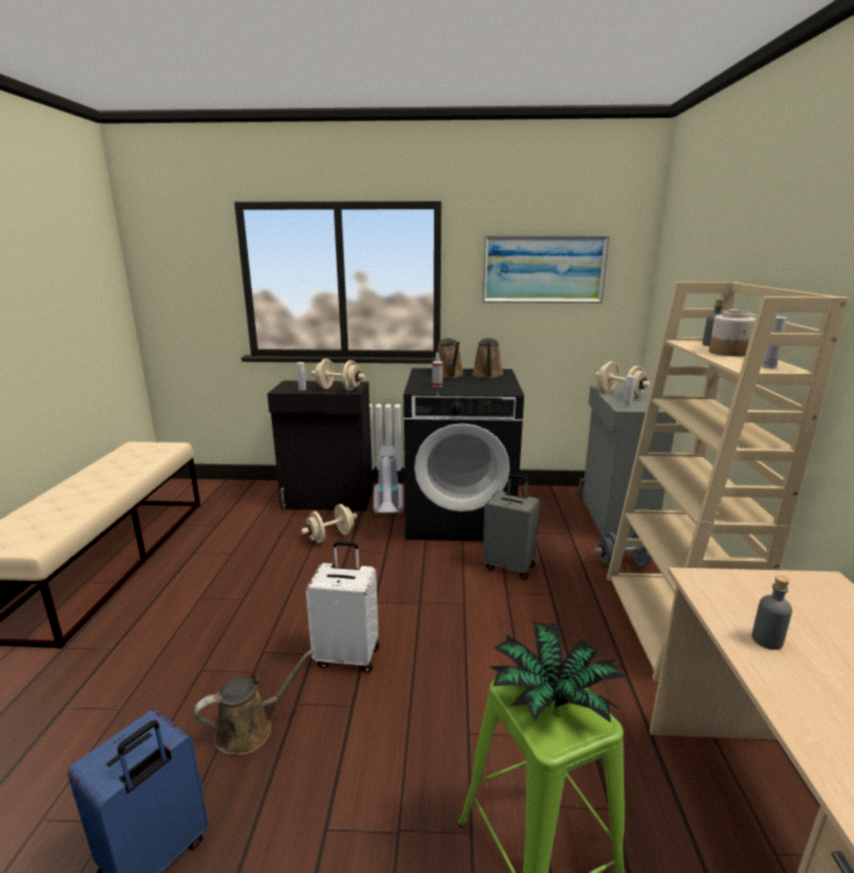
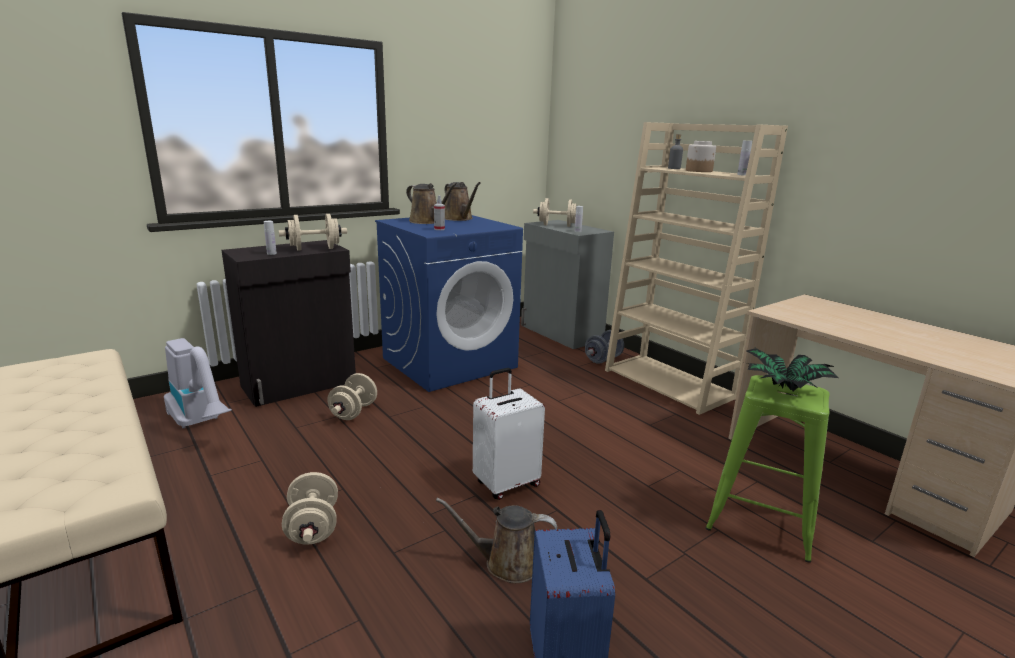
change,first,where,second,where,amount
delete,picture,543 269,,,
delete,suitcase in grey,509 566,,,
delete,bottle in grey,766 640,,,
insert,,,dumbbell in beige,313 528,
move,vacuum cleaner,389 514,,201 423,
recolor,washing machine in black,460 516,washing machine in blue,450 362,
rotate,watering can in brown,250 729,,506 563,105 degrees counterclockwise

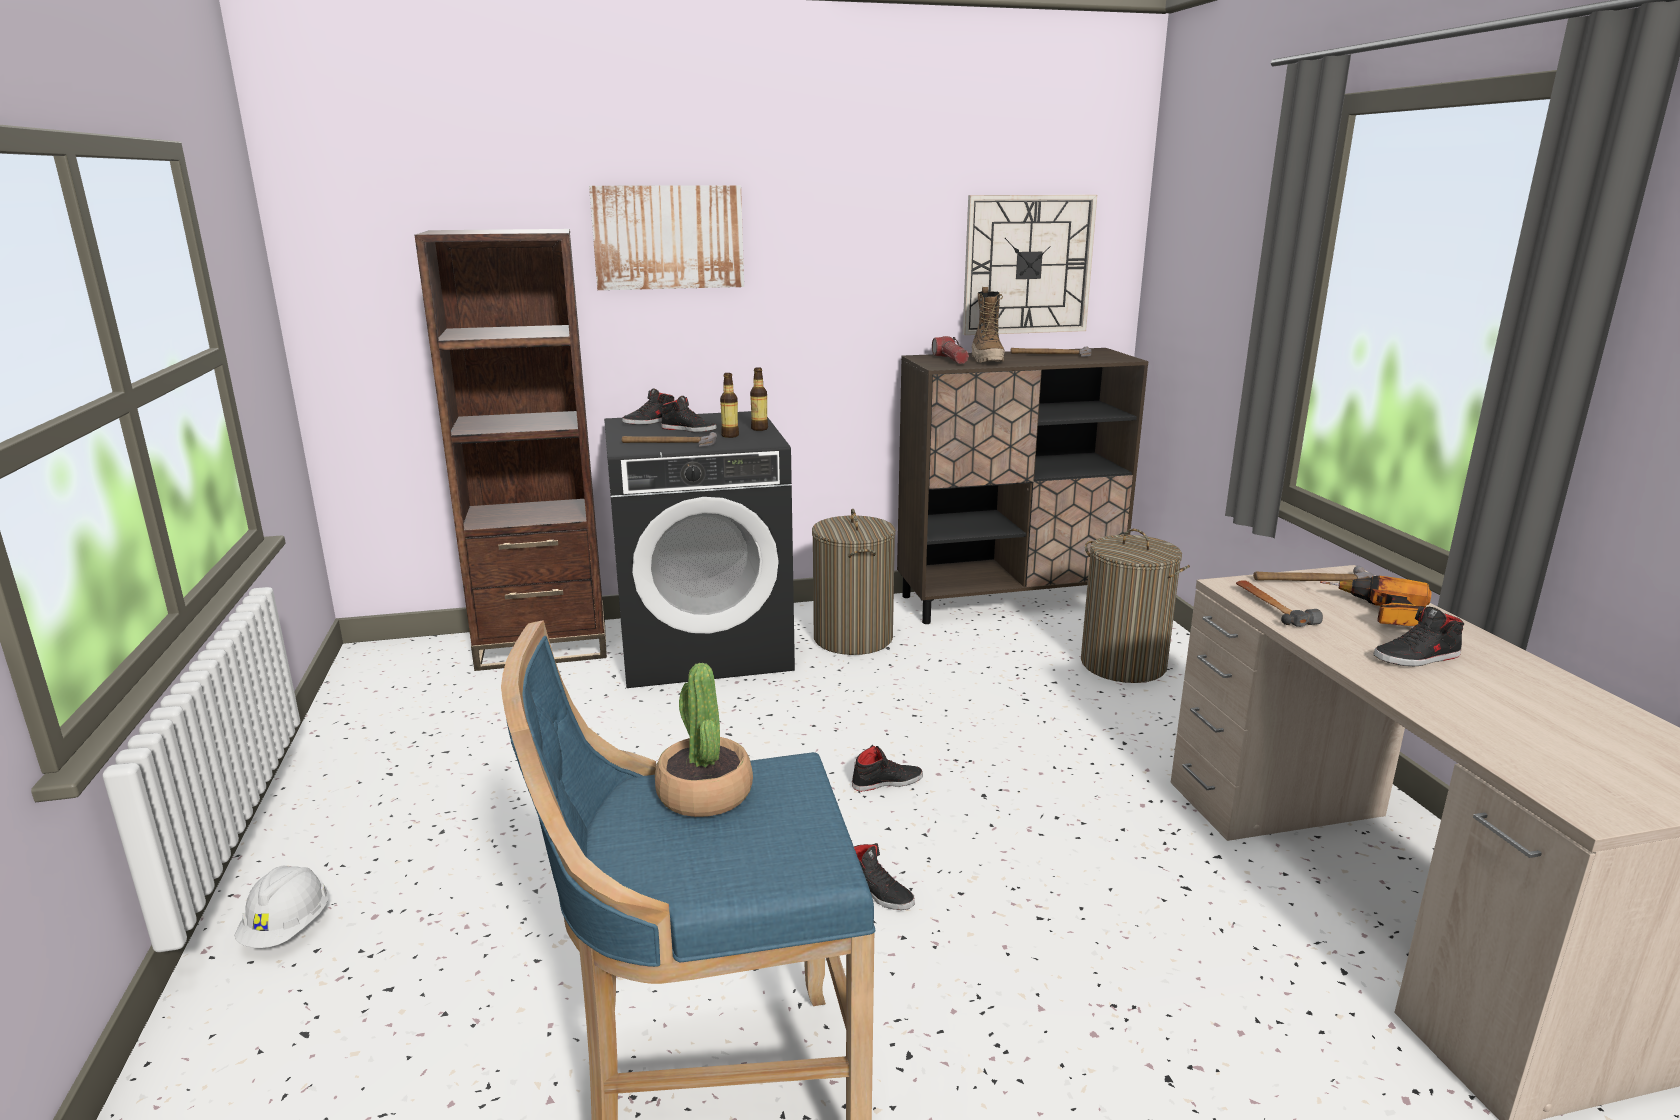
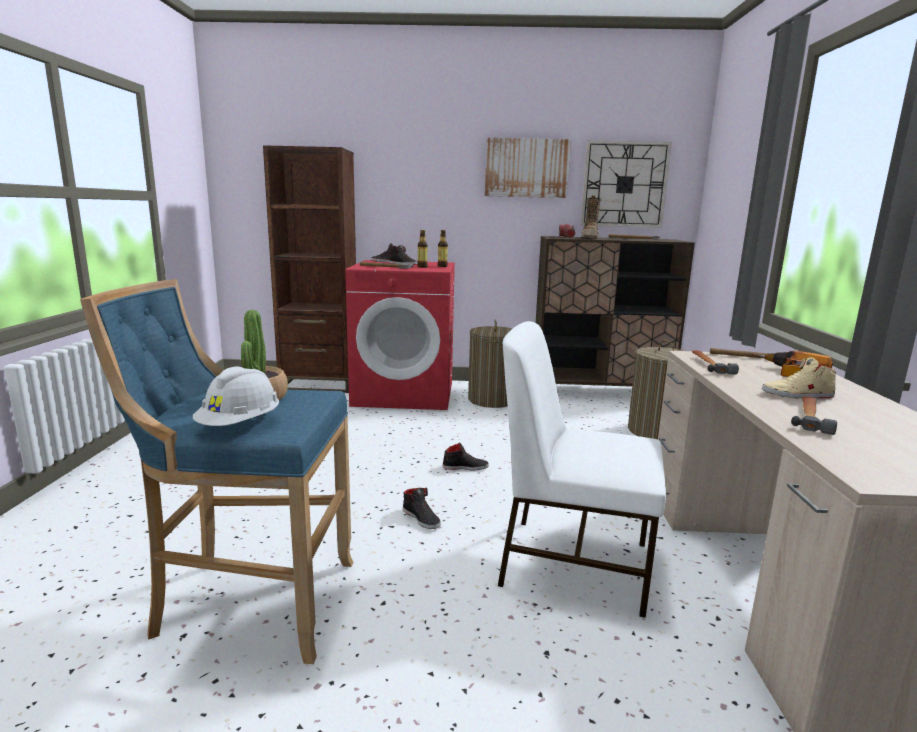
change,first,where,second,where,amount
insert,,,chair in white,572 562,
insert,,,hammer,811 417,
move,hard hat in white,288 929,,240 425,
move,picture,668 237,,526 168,
recolor,washing machine in black,705 646,washing machine in red,405 394,
recolor,shoe in black,1417 658,shoe in beige,797 395,

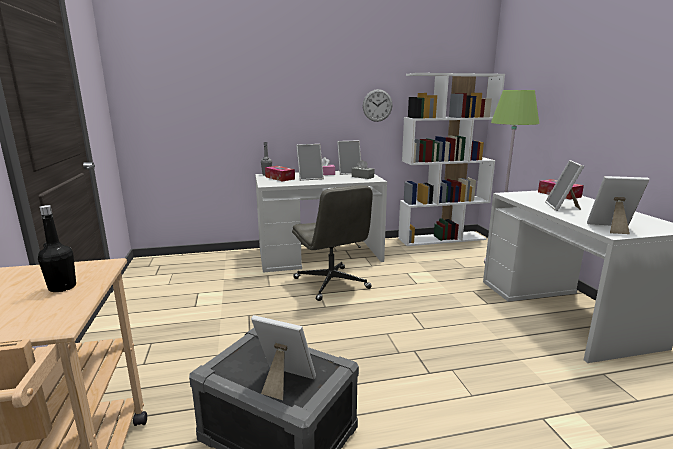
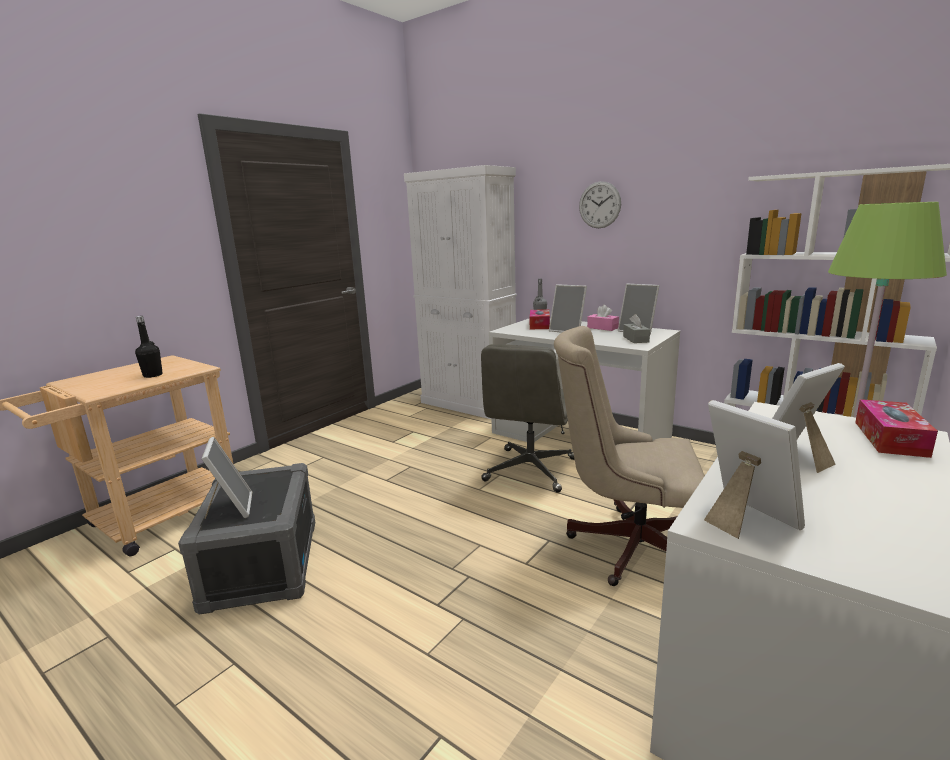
change,first,where,second,where,amount
insert,,,cabinet in white,469 404,
insert,,,office chair in beige,627 545,
move,wall clock,377 105,,599 205,

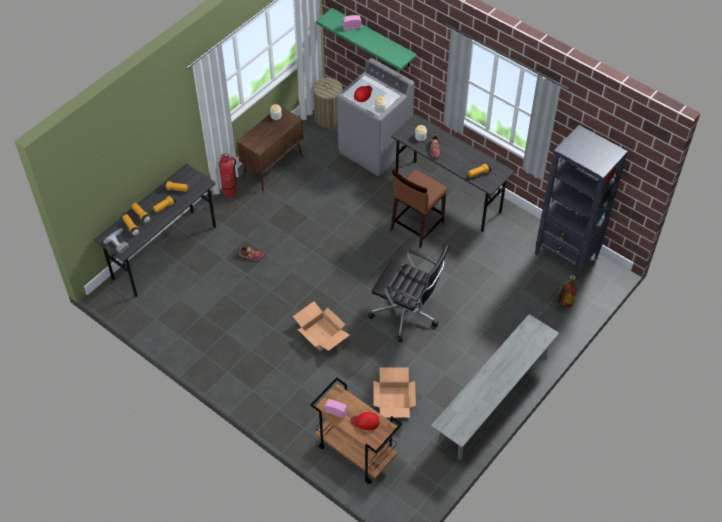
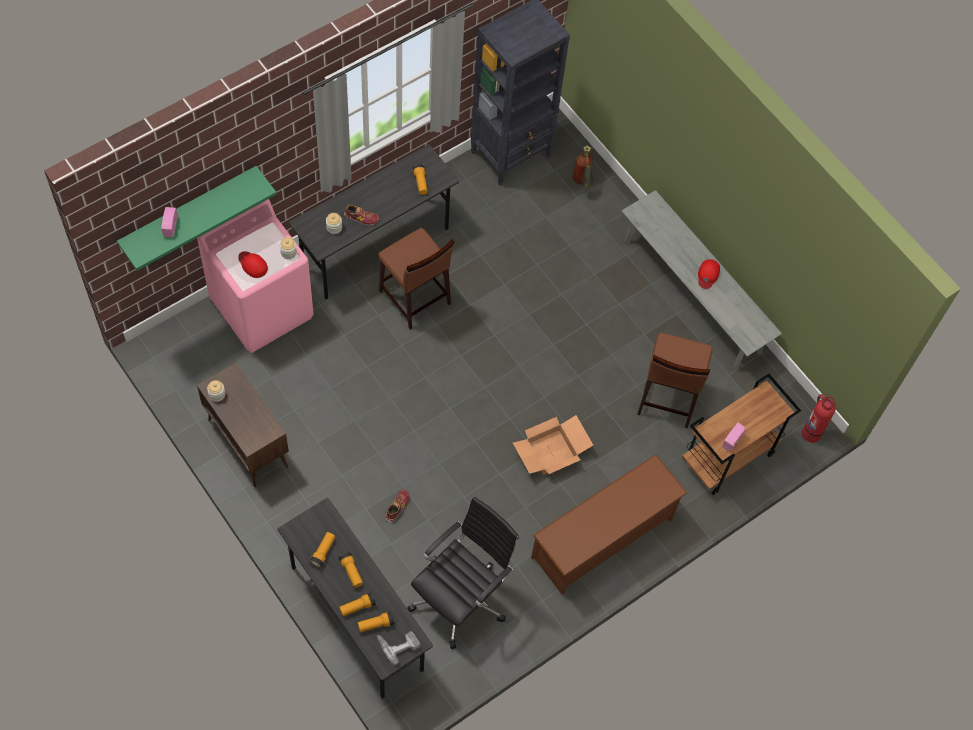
change,first,where,second,where,amount
delete,laundry basket,328 118,,,
insert,,,shoe rack in brown,602 538,
move,fire extinguisher,230 191,,811 432,
move,cap in red,365 422,,708 275,
move,office chair in black,406 314,,461 597,
replace,cardboard box,393 400,stool in brown,667 398,
recolor,washing machine in grey,375 149,washing machine in pink,262 308,

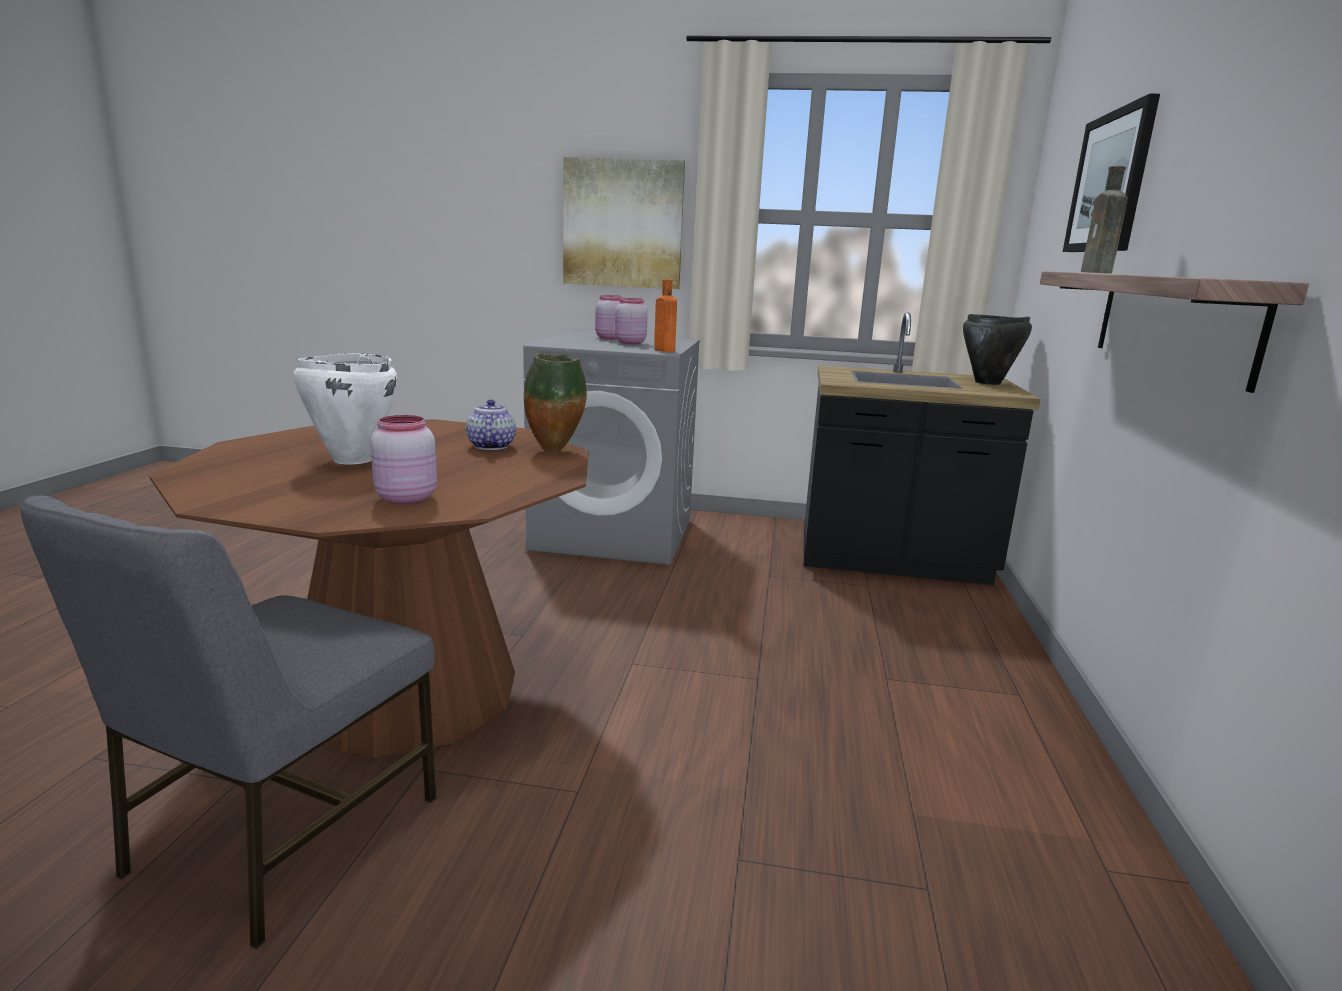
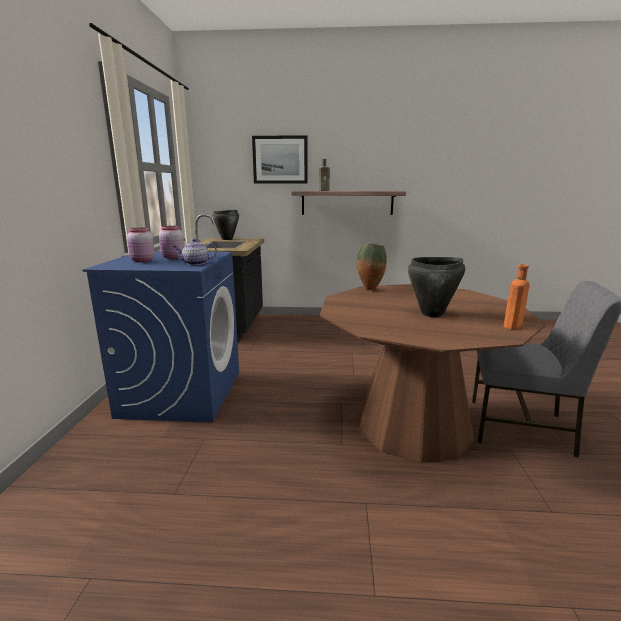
change,first,where,second,where,amount
delete,jar in pink,404 498,,,
delete,picture,623 224,,,
move,teapot,491 446,,195 263,
move,bottle in orange,663 350,,512 326,
recolor,cooking pot in white,352 459,cooking pot in black,432 314,
recolor,washing machine in grey,614 534,washing machine in blue,182 392,

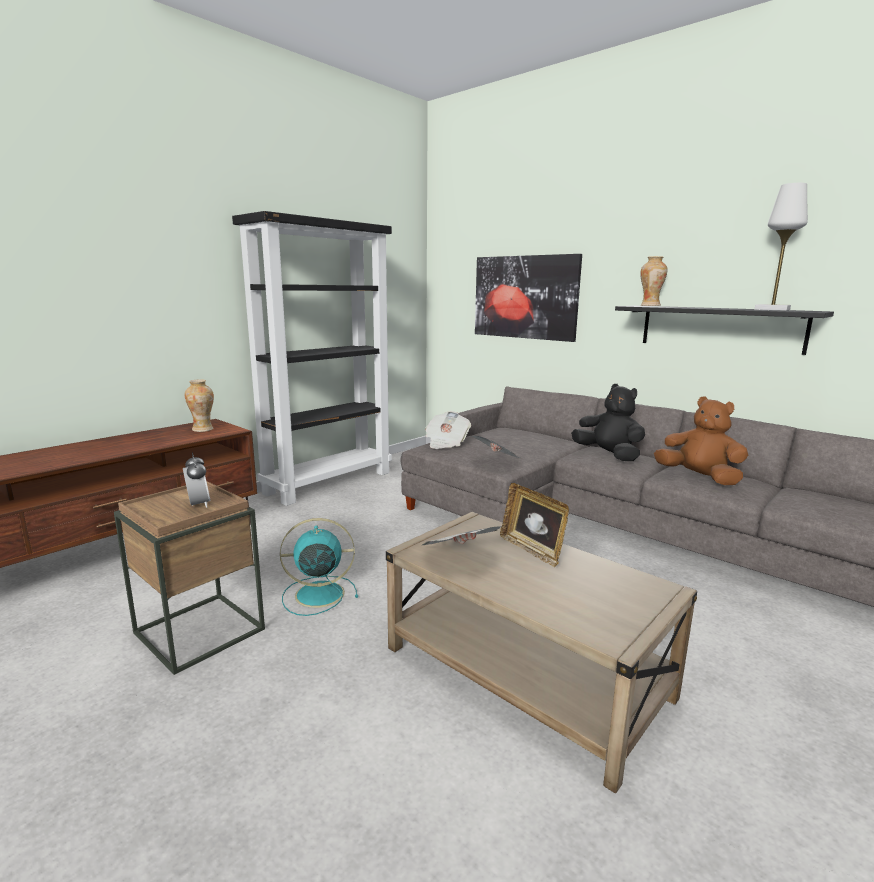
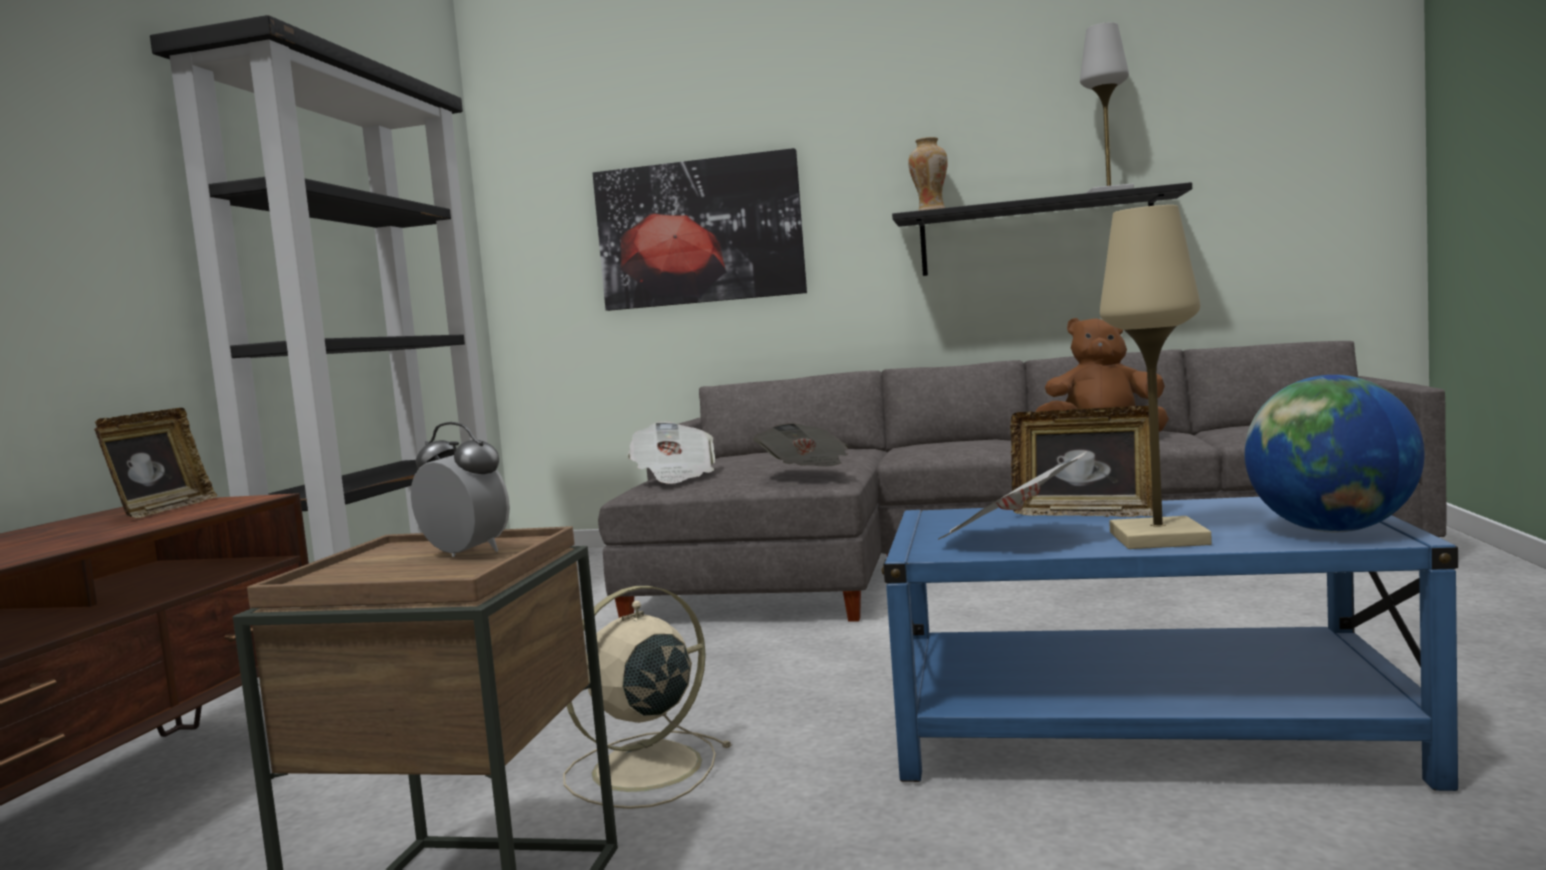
change,first,where,second,where,amount
delete,plush toy in black,608 455,,,
insert,,,table lamp in beige,1158 538,
insert,,,globe,1332 531,
replace,vase,203 429,picture frame,162 510,
recolor,fan in turquoise,317 594,fan in beige,642 769,
recolor,coffee table in beige,525 673,coffee table in blue,1141 731,

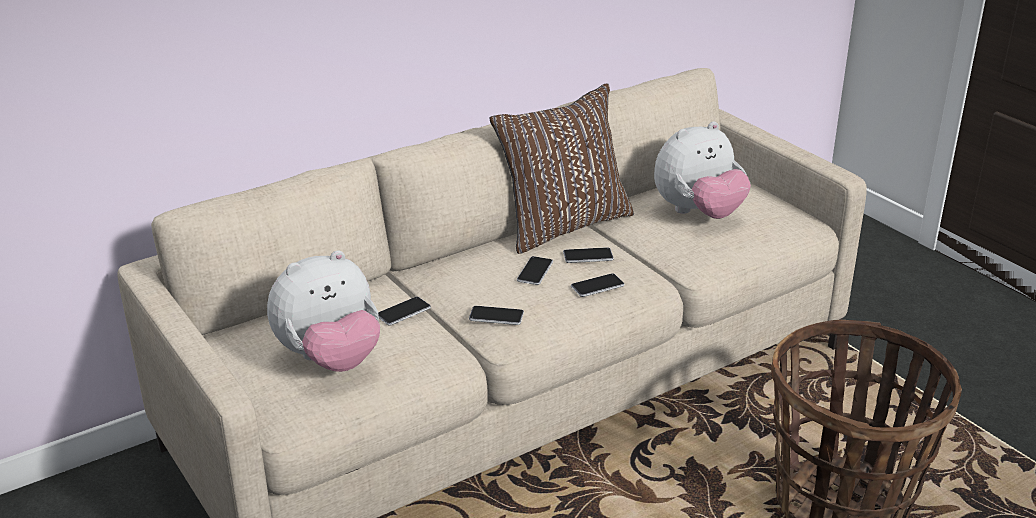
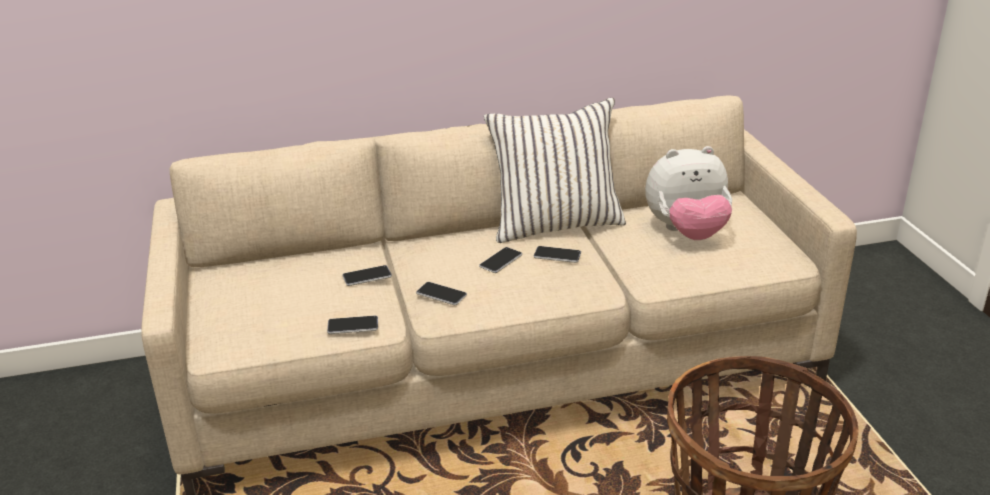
change,first,where,second,where,amount
delete,plush toy,330 360,,,
move,phone,597 286,,353 326,
recolor,pillow in brown,563 225,pillow in white,555 224,

